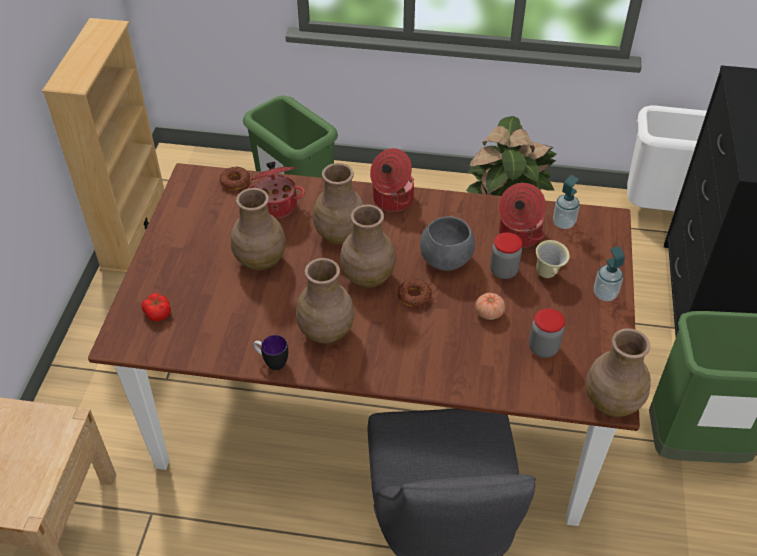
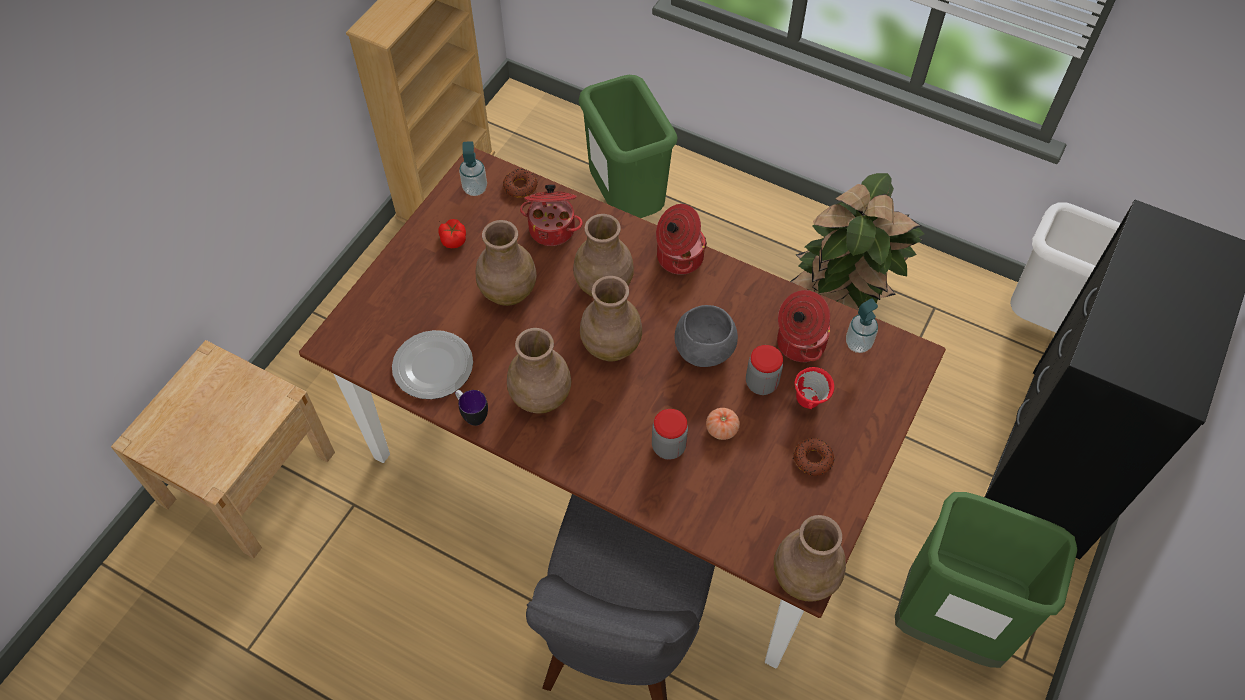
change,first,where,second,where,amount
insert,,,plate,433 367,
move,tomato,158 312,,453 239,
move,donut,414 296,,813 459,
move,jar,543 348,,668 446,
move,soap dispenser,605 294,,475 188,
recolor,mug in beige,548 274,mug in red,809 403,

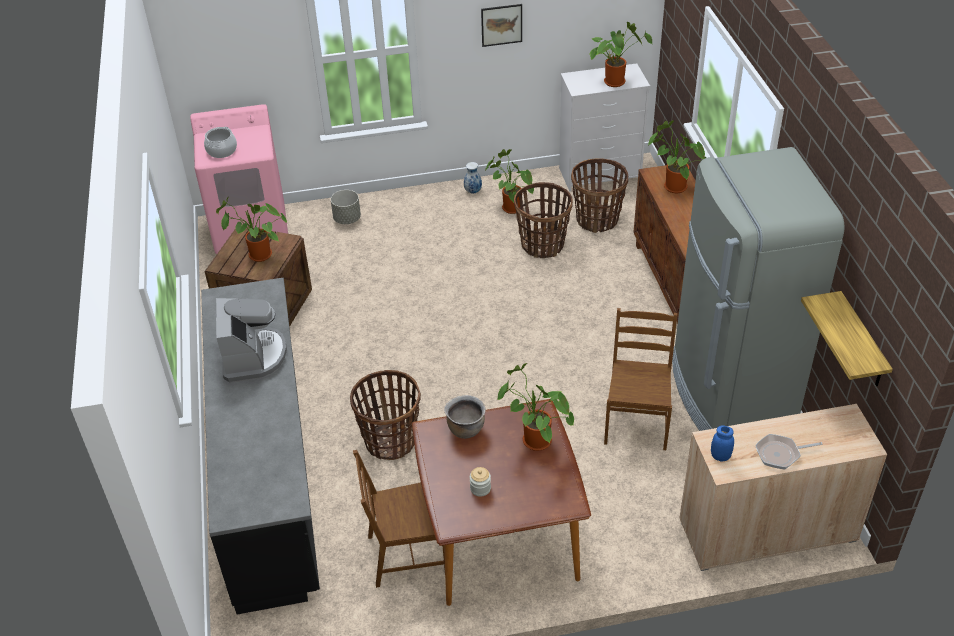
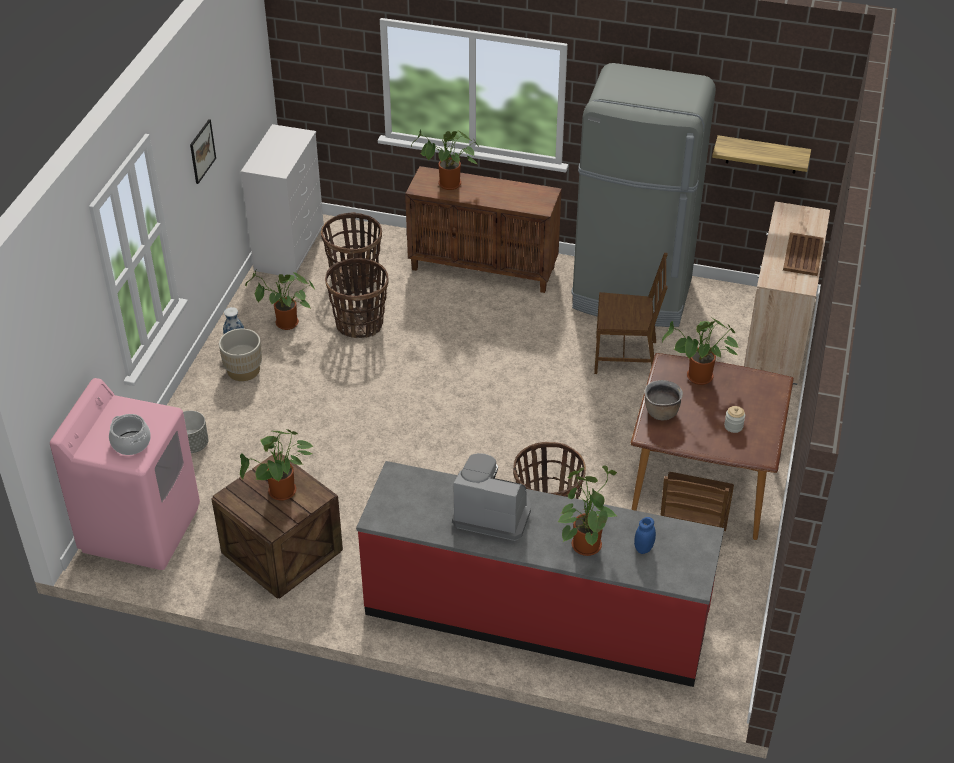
change,first,where,second,where,amount
insert,,,planter in beige,243 370,
move,potted plant,616 81,,584 543,
move,jar in blue,720 456,,643 548,
replace,frying pan,780 454,tray in brown,803 254,
recolor,counter in black,270 475,counter in red,536 615,
rotate,chair in brown,636 422,,626 356,150 degrees clockwise

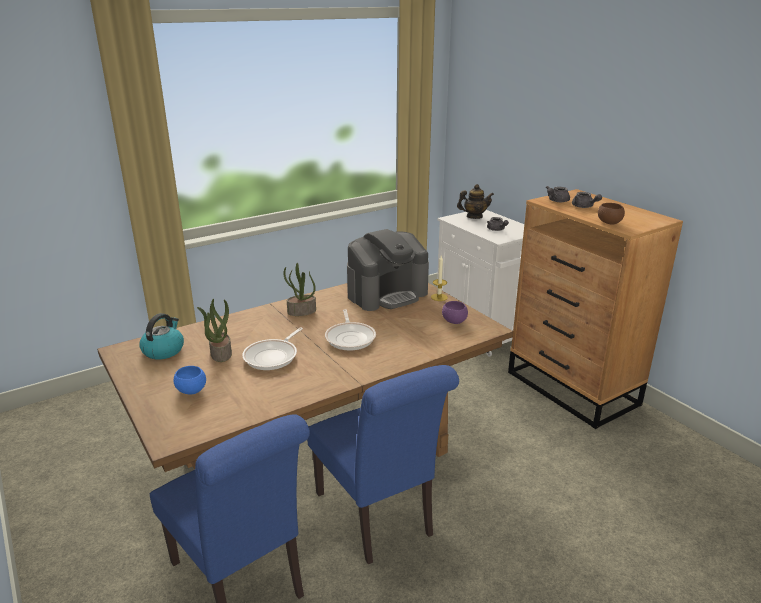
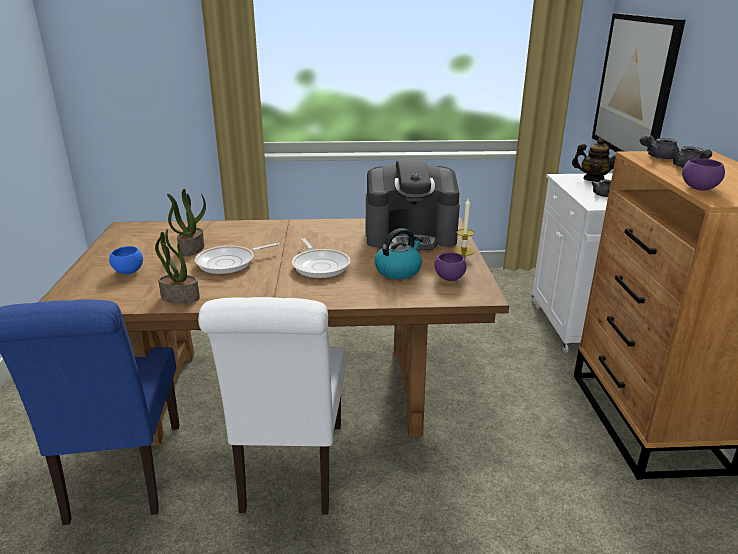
change,first,where,second,where,amount
insert,,,picture,635 87,
move,kettle,163 350,,398 270,
move,potted plant,301 312,,179 297,
recolor,chair in blue,378 518,chair in white,290 472,
recolor,bowl in brown,609 223,bowl in purple,699 188,
rotate,frying pan,350 338,,320 265,45 degrees counterclockwise

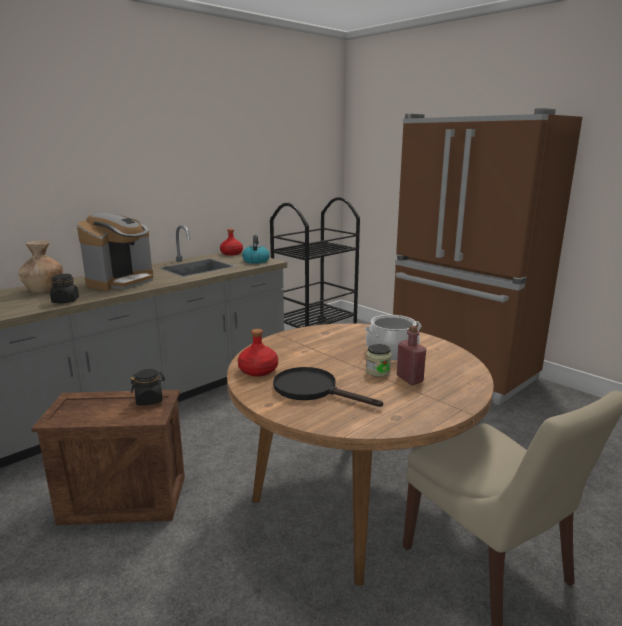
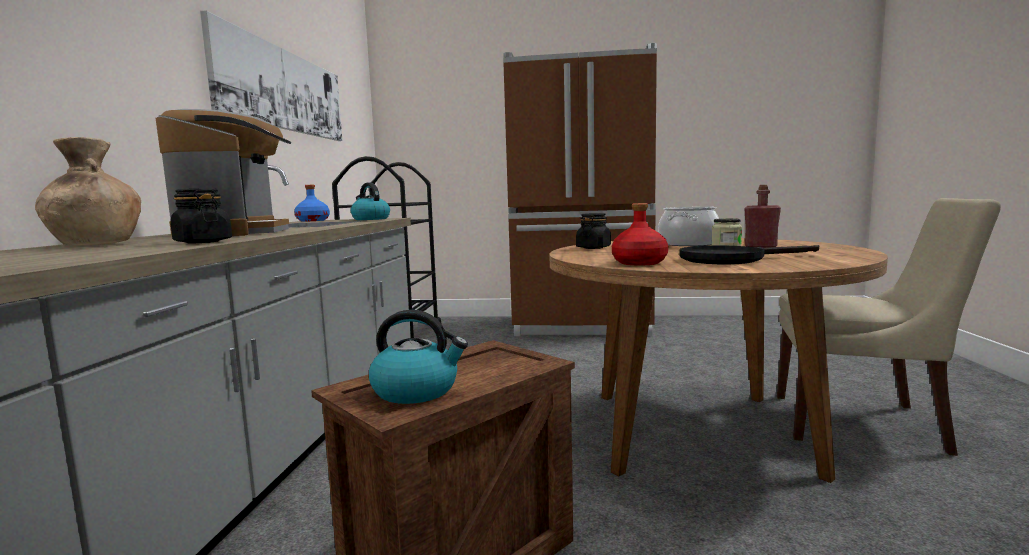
change,first,where,second,where,amount
insert,,,picture,284 90,
insert,,,kettle,417 390,
move,jar in black,149 400,,593 248,
recolor,bottle in red,232 253,bottle in blue,313 220,

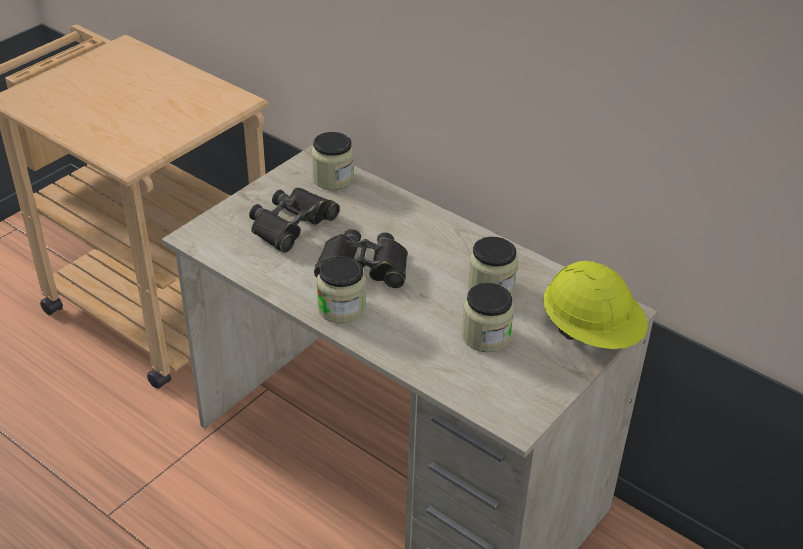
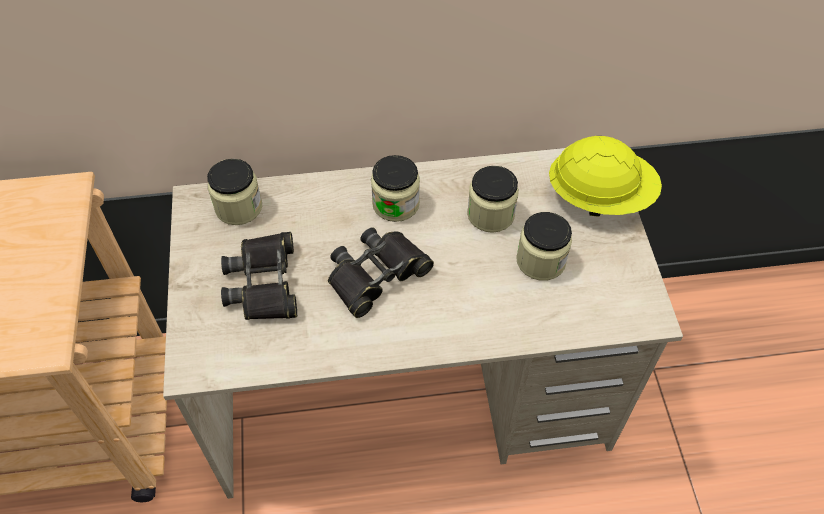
change,first,where,second,where,amount
move,jar,341 308,,395 204,

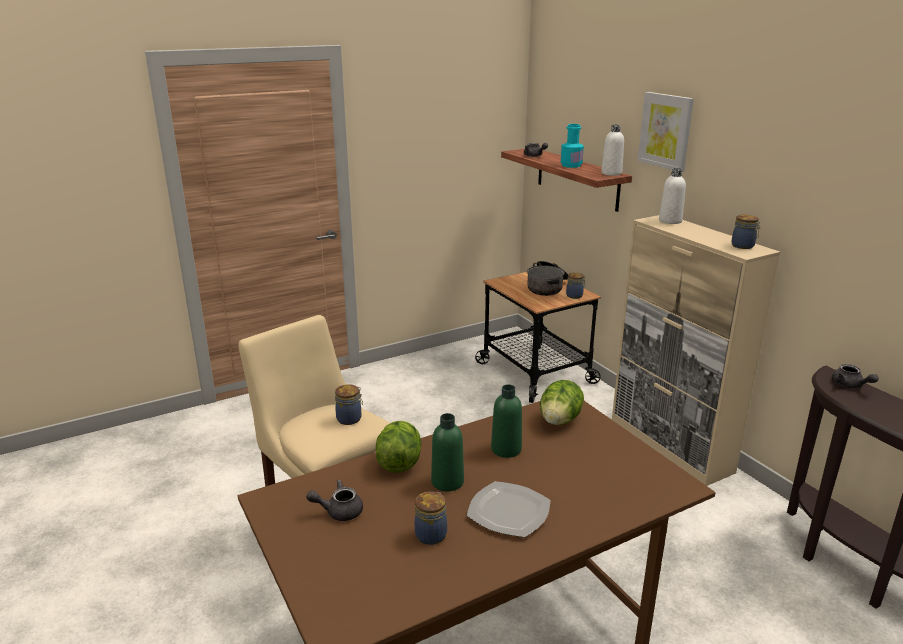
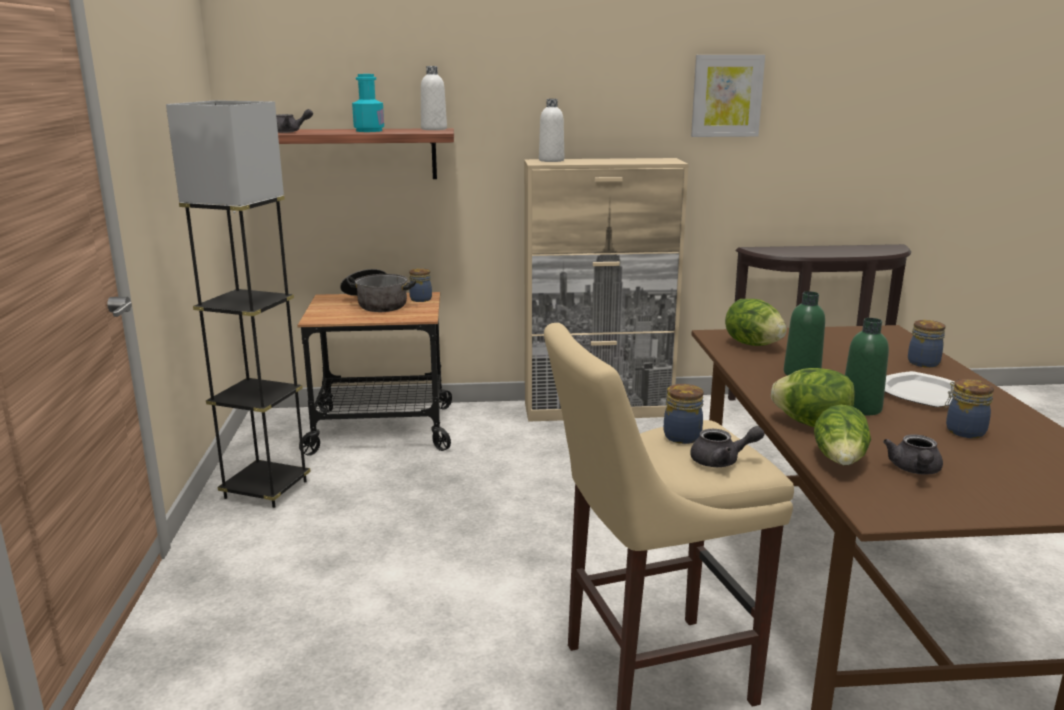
change,first,where,second,where,amount
insert,,,floor lamp in grey,266 489,
insert,,,lettuce,840 461,
move,picture,666 131,,726 96,
move,jar,743 246,,924 363,
move,teapot in grey,850 385,,722 461,

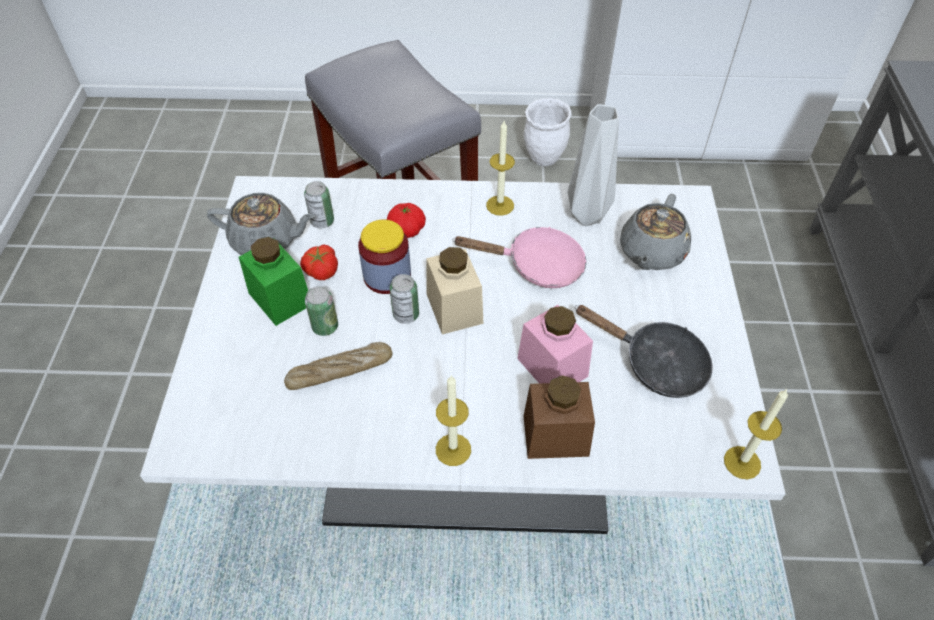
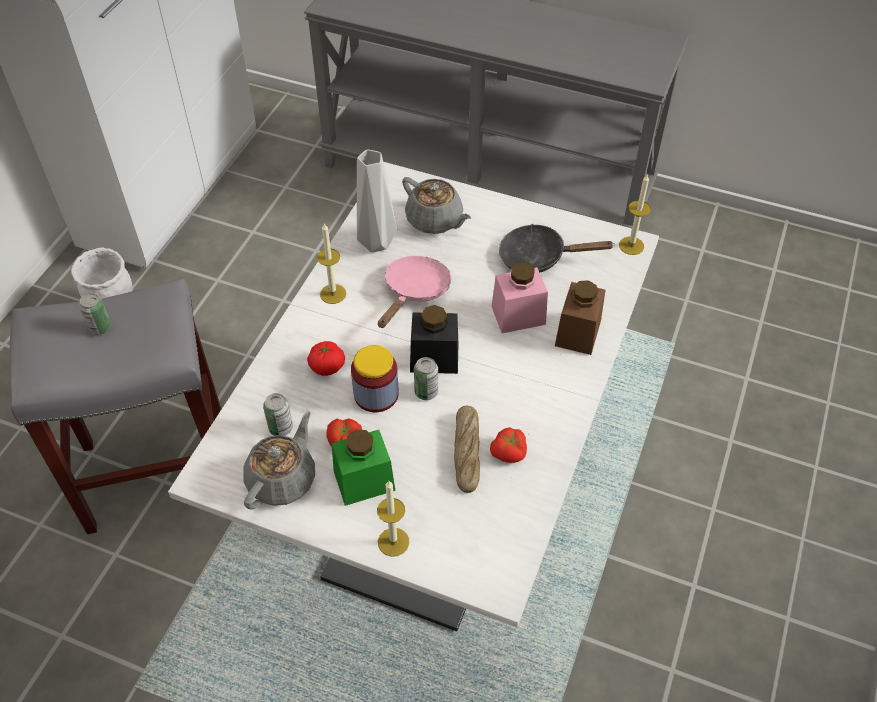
change,first,where,second,where,amount
insert,,,tomato,509 453,
move,can,325 327,,100 327,
move,candle,453 449,,393 542,
recolor,jar in beige,454 308,jar in black,434 358,
rotate,frying pan in black,656 364,,538 257,135 degrees counterclockwise

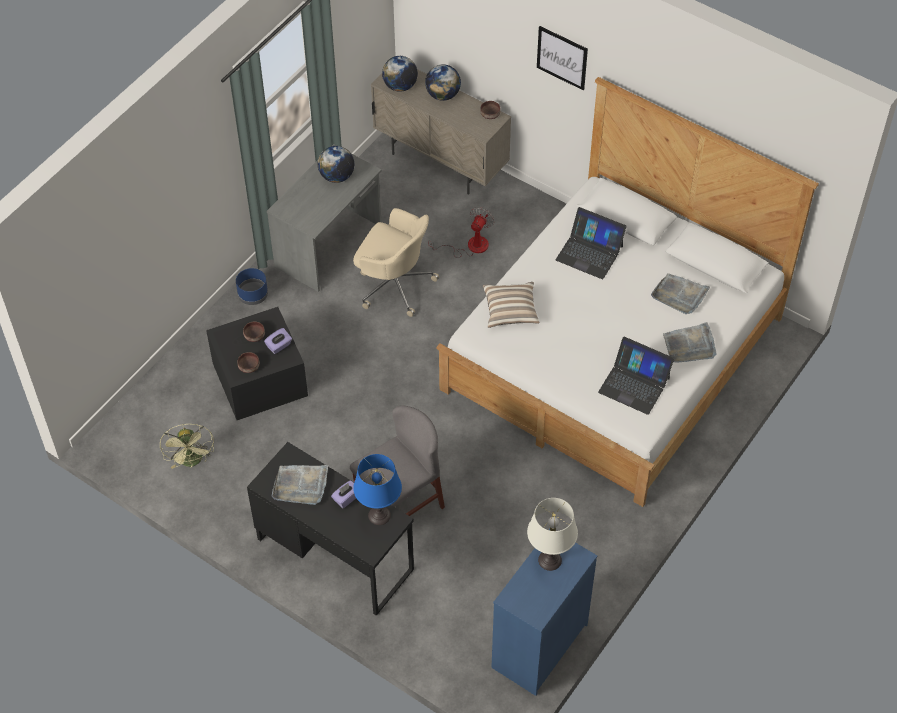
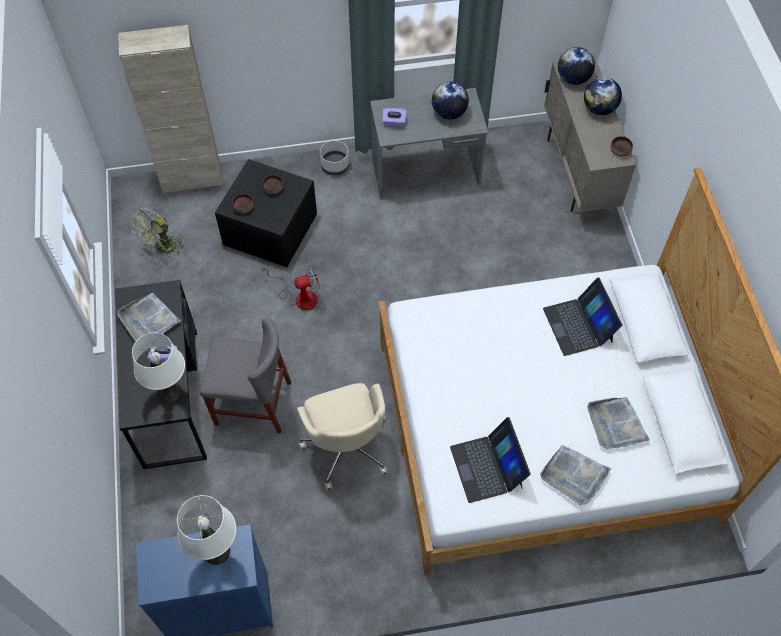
change,first,where,second,where,amount
delete,pillow,510 311,,,
delete,picture,562 57,,,
insert,,,cabinet in beige,192 179,
move,tissue box in purple,279 346,,394 123,
move,office chair in beige,394 284,,346 445,
move,fan,470 246,,299 297,
recolor,planter in blue,252 295,planter in grey,334 166,
recolor,table lamp in blue,379 515,table lamp in white,170 393,

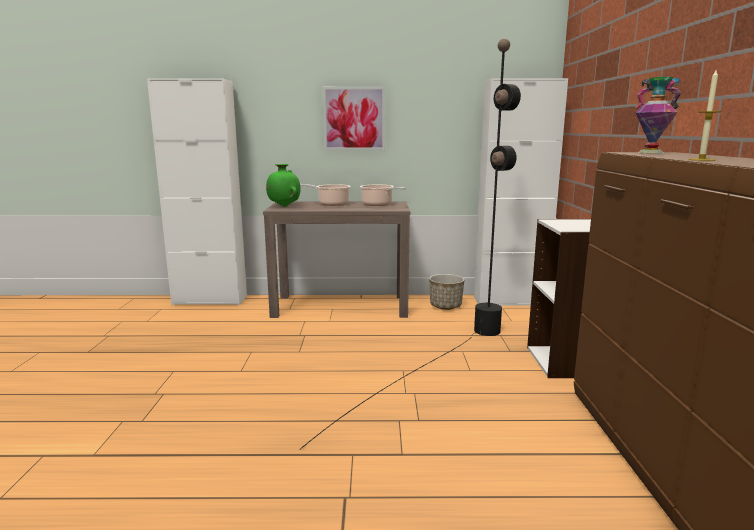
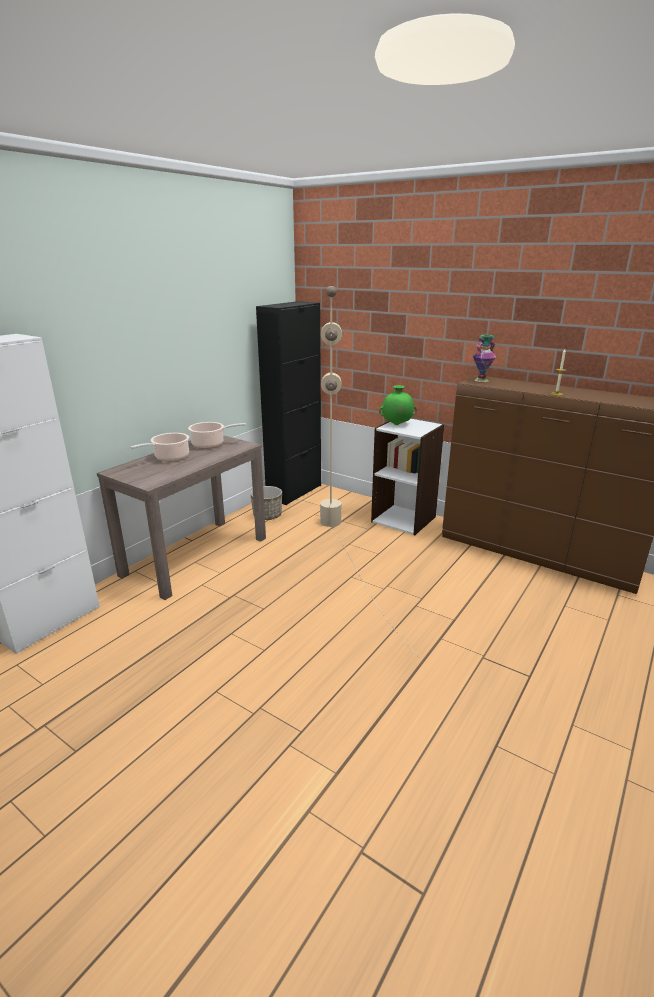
change,first,where,second,where,amount
delete,picture,354 119,,,
move,vase in green,284 206,,396 424,
recolor,floor lamp in black,447 354,floor lamp in beige,347 550,
recolor,cabinet in white,509 301,cabinet in black,294 492,

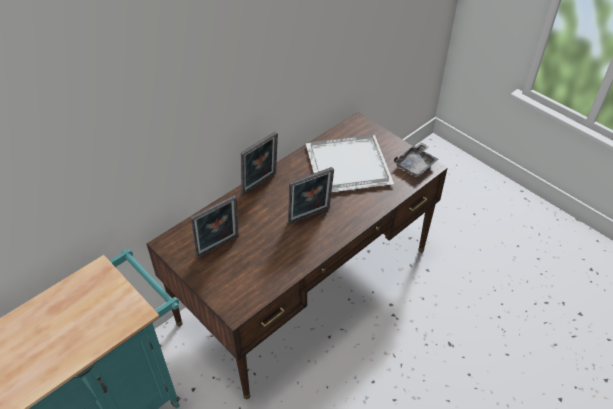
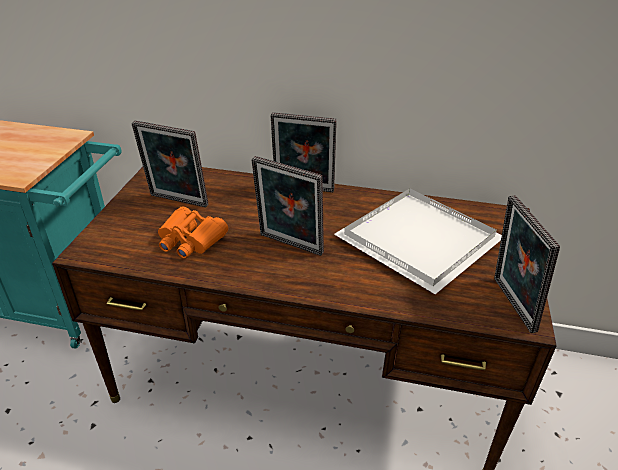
change,first,where,second,where,amount
insert,,,binoculars in orange,190 240,
replace,tray in grey,415 165,picture frame,509 304,

